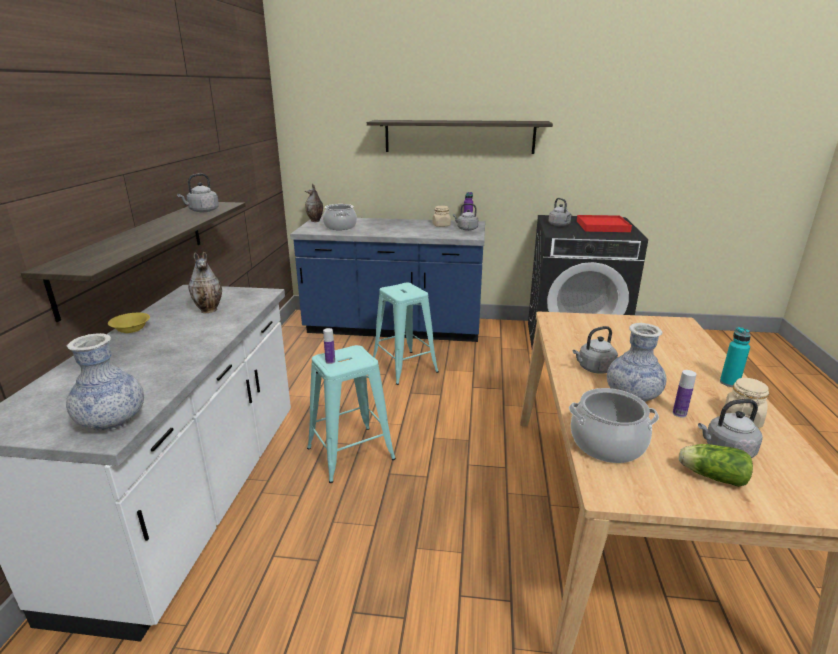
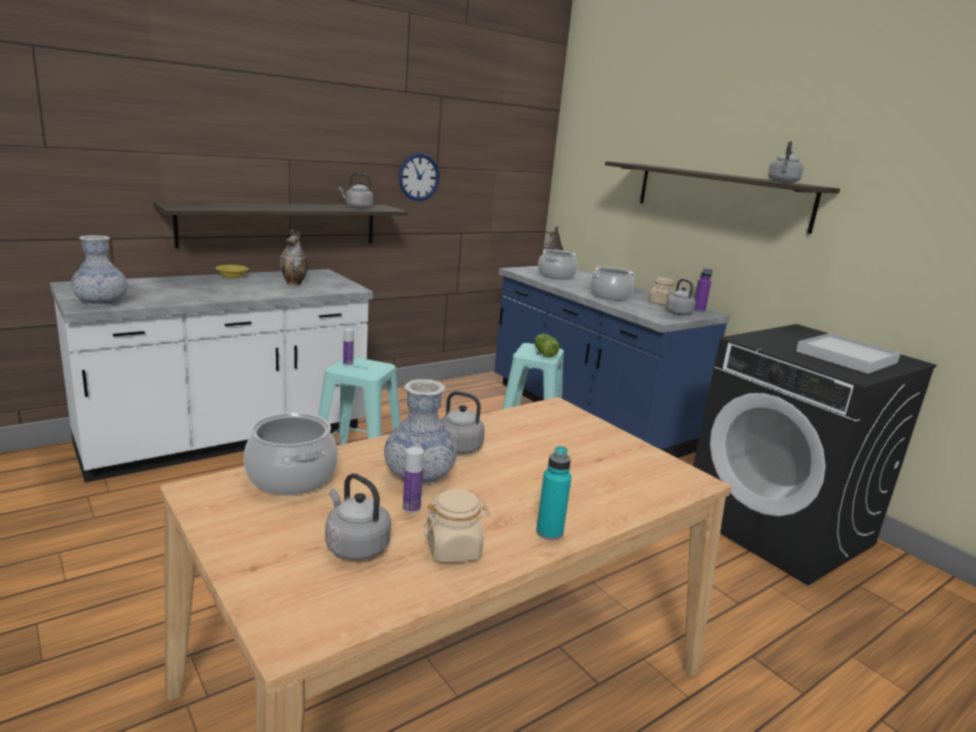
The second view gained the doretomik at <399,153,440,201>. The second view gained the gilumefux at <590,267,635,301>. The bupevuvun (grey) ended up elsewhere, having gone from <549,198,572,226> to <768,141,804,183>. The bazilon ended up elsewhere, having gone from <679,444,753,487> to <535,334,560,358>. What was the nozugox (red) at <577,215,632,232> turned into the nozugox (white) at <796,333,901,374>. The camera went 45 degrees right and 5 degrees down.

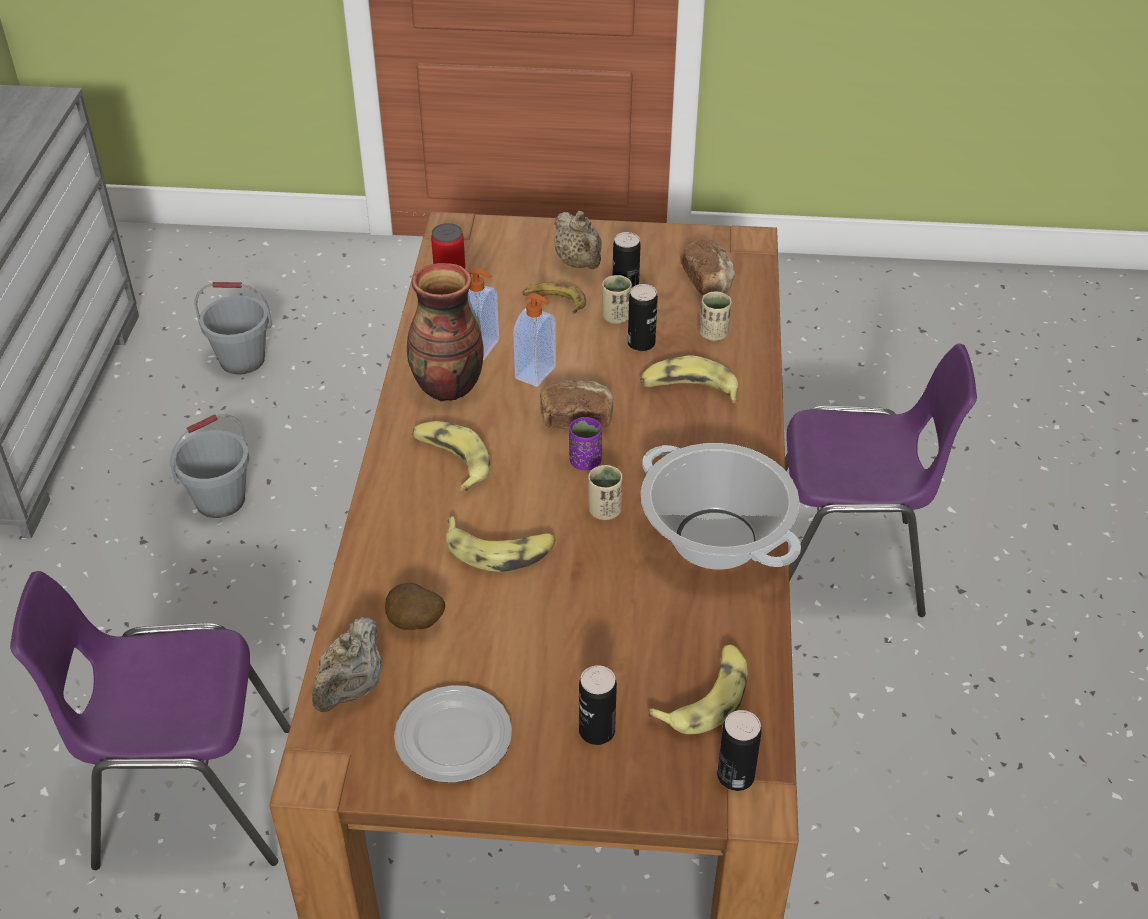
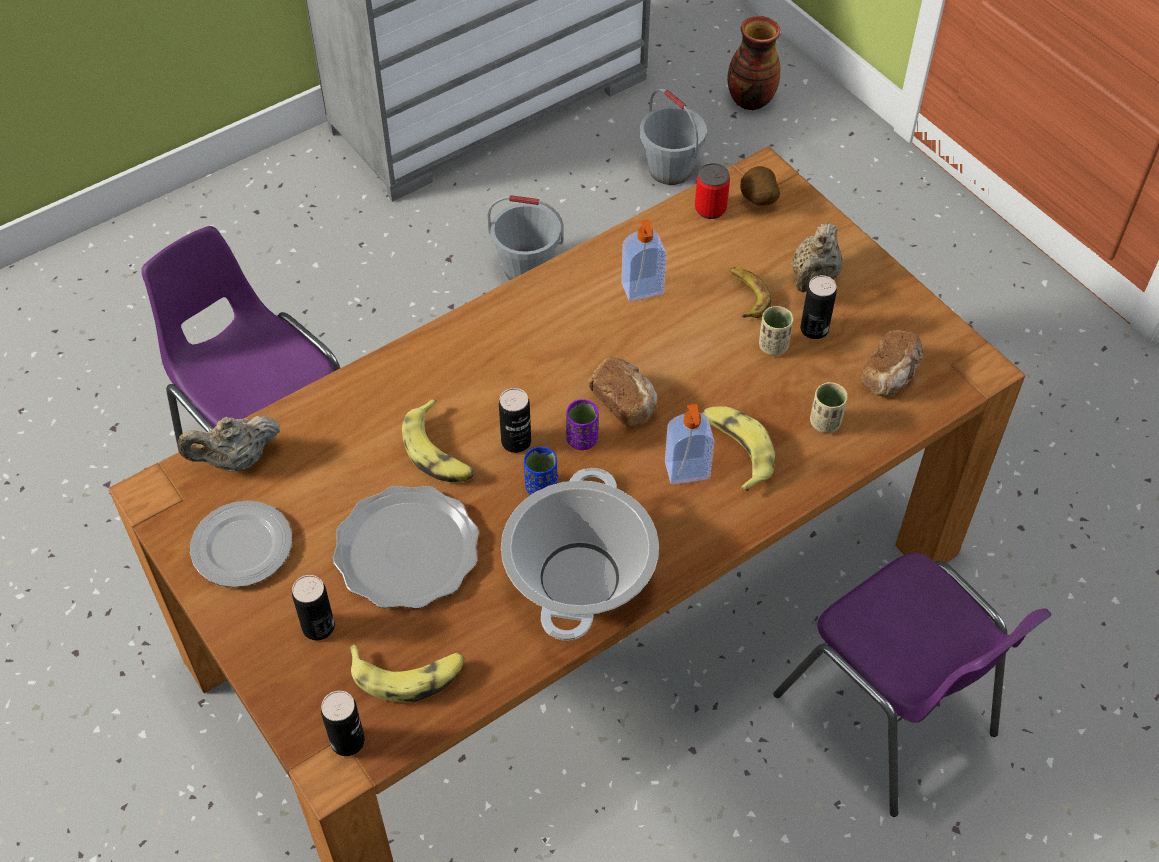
The second view lost the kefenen at <412,421,490,492>. The second view gained the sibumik at <333,486,479,609>. The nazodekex ended up elsewhere, having gone from <385,583,445,630> to <740,166,780,205>. The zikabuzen ended up elsewhere, having gone from <407,263,484,401> to <727,16,781,110>. The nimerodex ended up elsewhere, having gone from <513,293,556,387> to <665,404,715,485>. The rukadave ended up elsewhere, having gone from <628,284,658,351> to <499,388,531,453>. What was the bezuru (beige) at <588,465,622,520> turned into the bezuru (blue) at <524,447,558,495>. The camera went 50 degrees right and 10 degrees up.

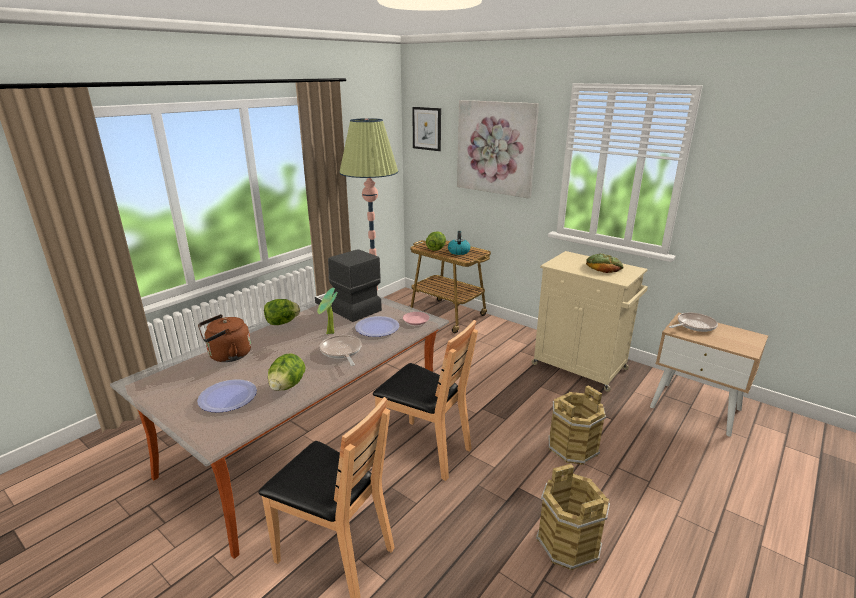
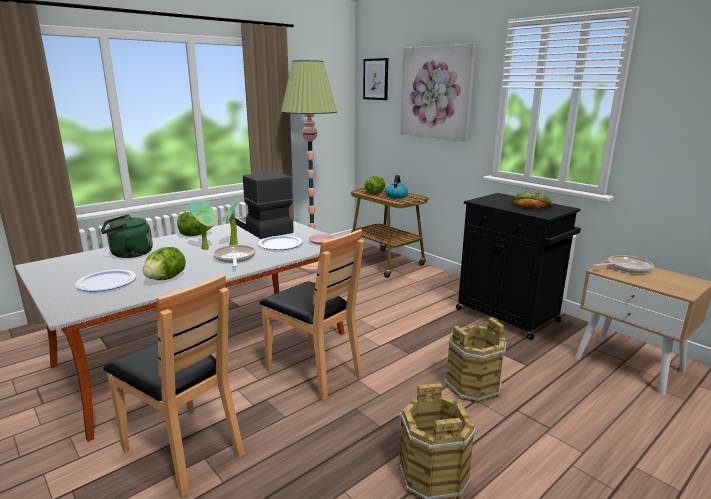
The second view gained the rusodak at <189,201,215,250>. What was the bupevuvun (brown) at <198,314,251,362> turned into the bupevuvun (green) at <101,215,153,258>. What was the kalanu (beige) at <532,251,648,392> turned into the kalanu (black) at <456,193,581,340>. The camera went 10 degrees right and 5 degrees down.

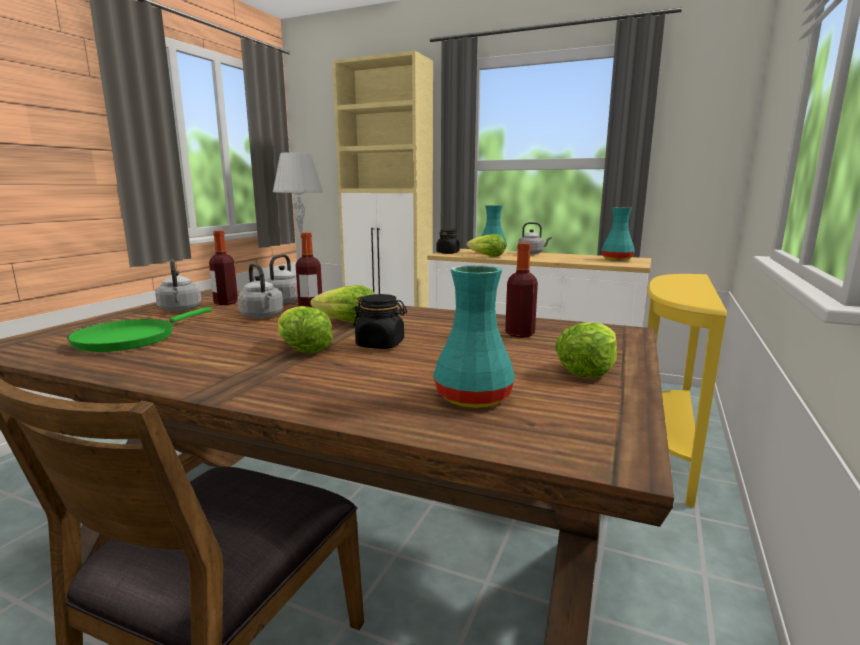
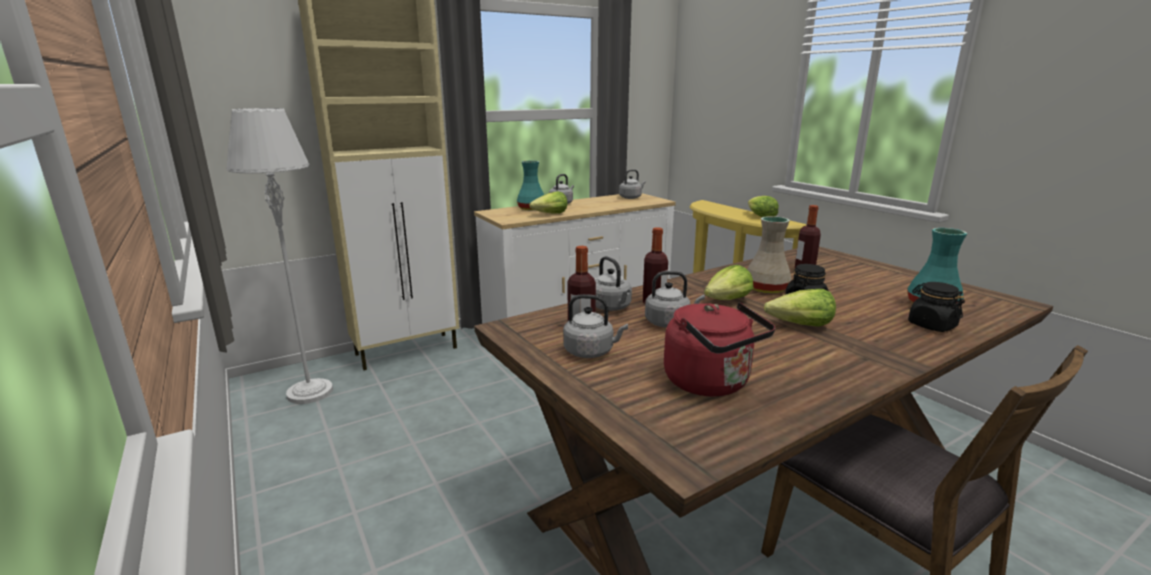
The second view gained the zikabuzen (beige) at <747,216,792,294>. The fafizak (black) ended up elsewhere, having gone from <436,229,460,254> to <908,282,965,332>. The bazilon ended up elsewhere, having gone from <555,323,617,378> to <748,196,779,217>. Where the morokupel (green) stood at <67,307,212,352>, the bupevuvun (red) came to stand at <664,302,775,396>. Where the zikabuzen (turquoise) stood at <601,207,635,261>, the bupevuvun (grey) came to stand at <619,169,646,199>. The camera went 55 degrees left and 5 degrees up.

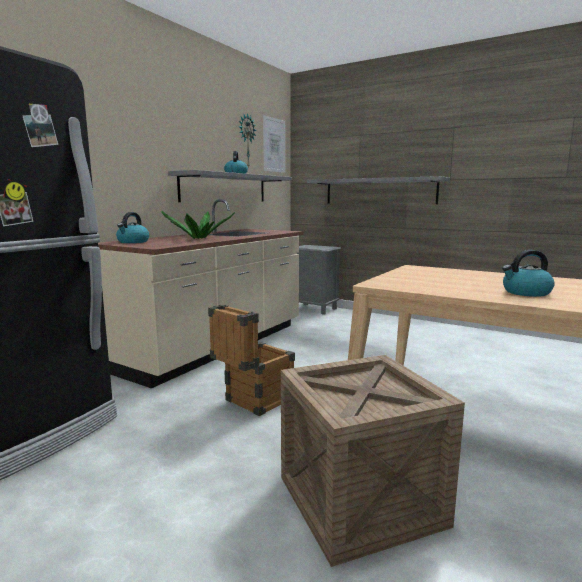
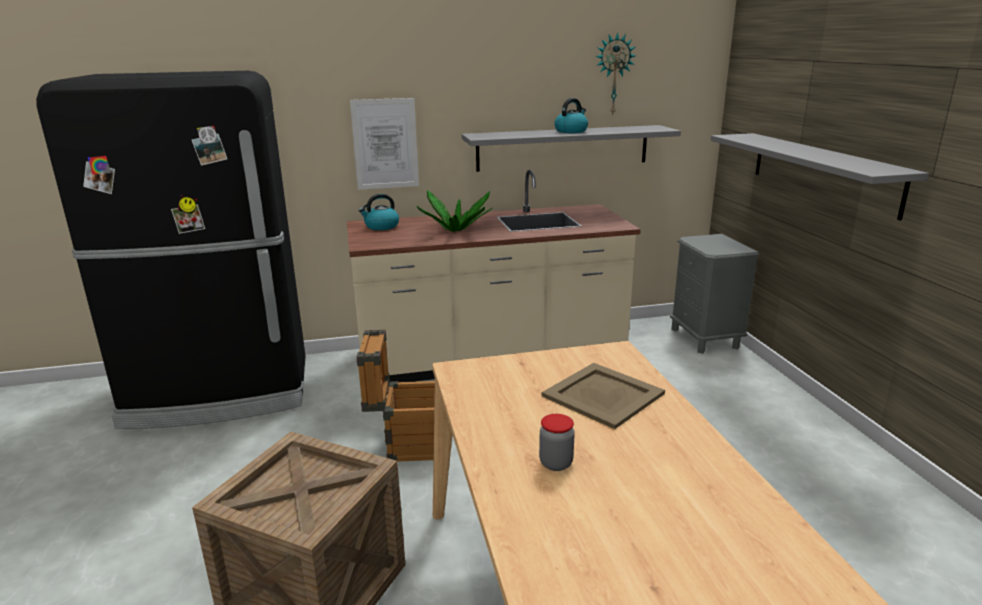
The second view gained the nozugox (beige) at <542,363,665,429>. The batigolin ended up elsewhere, having gone from <263,115,285,173> to <350,98,419,190>. Where the bupevuvun stood at <502,250,555,297>, the fafizak came to stand at <539,414,575,471>. The camera went 45 degrees right and 10 degrees up.

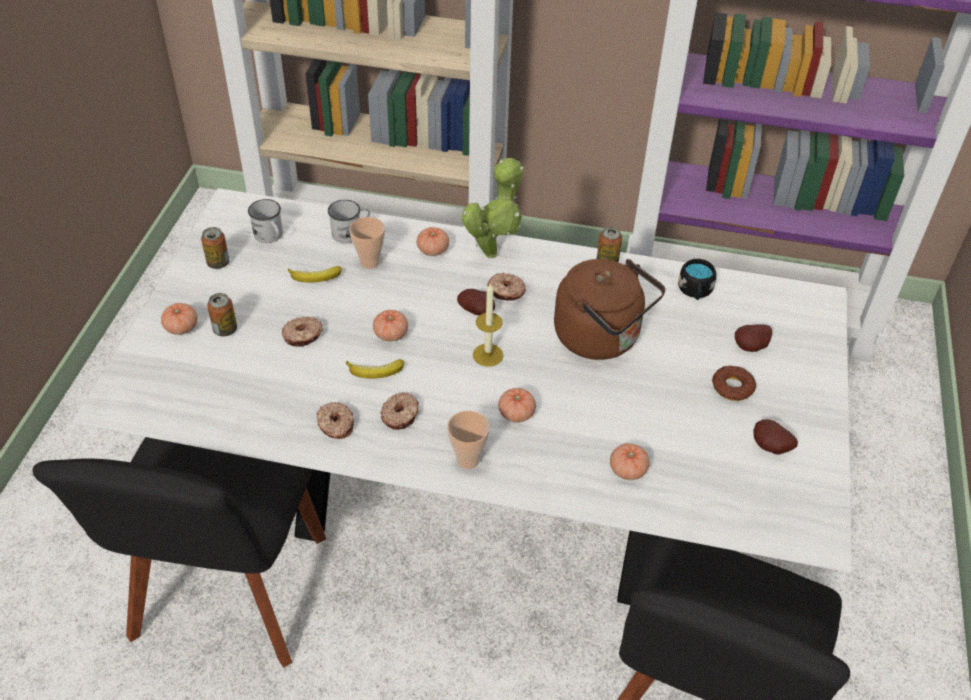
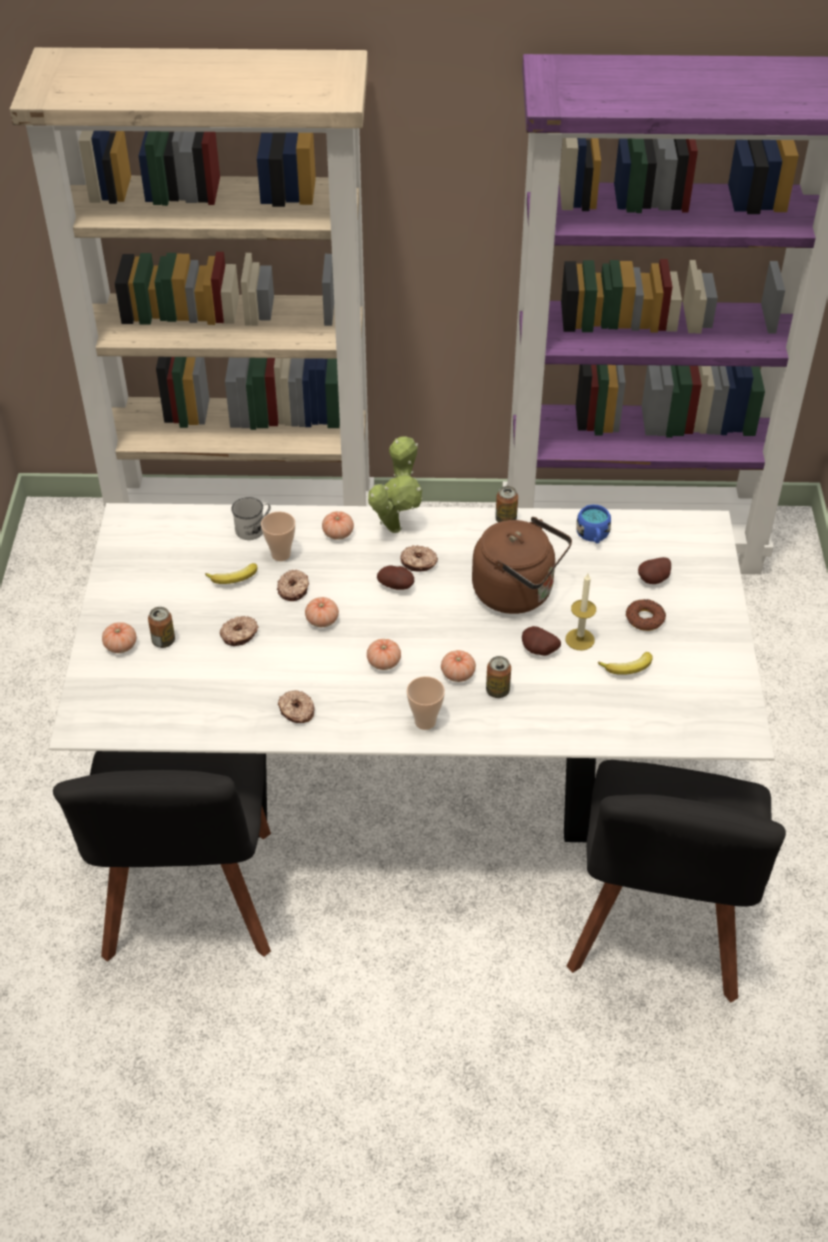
The second view lost the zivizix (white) at <248,199,283,243>. The rukadave ended up elsewhere, having gone from <201,227,230,269> to <486,656,511,698>. The kefenen ended up elsewhere, having gone from <346,359,404,379> to <598,652,653,675>. The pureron ended up elsewhere, having gone from <380,392,419,430> to <277,569,309,601>. The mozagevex ended up elsewhere, having gone from <473,282,503,367> to <566,574,596,651>. The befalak ended up elsewhere, having gone from <610,444,650,480> to <367,639,401,670>. The nazodekex ended up elsewhere, having gone from <753,419,798,455> to <522,626,561,656>. What was the zivizix (black) at <678,259,716,300> turned into the zivizix (blue) at <576,504,611,544>. The camera went 10 degrees left and 0 degrees up.

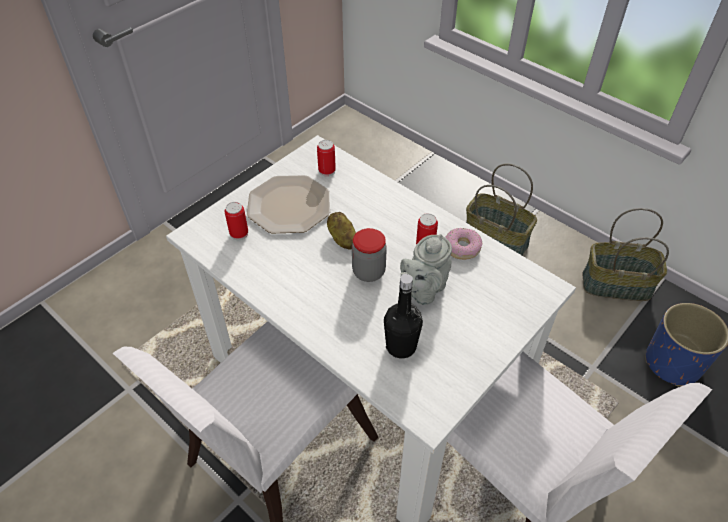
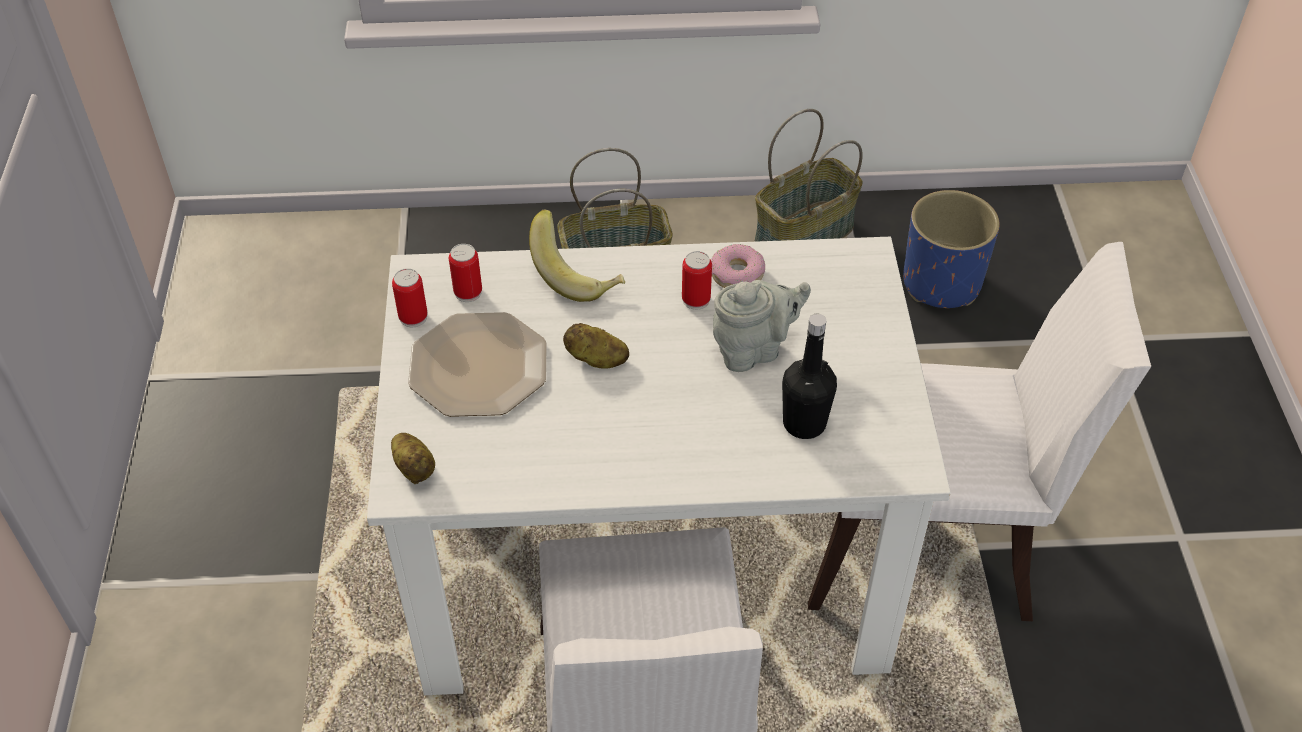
The second view lost the fafizak at <352,228,387,282>. The second view gained the nazodekex at <391,433,435,484>. The second view gained the kefenen at <529,210,625,302>. The rukadave ended up elsewhere, having gone from <225,202,248,240> to <392,268,428,327>. The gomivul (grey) at <400,234,452,305> ended up facing another way, 105 degrees counterclockwise from before. The camera went 45 degrees left and 0 degrees up.

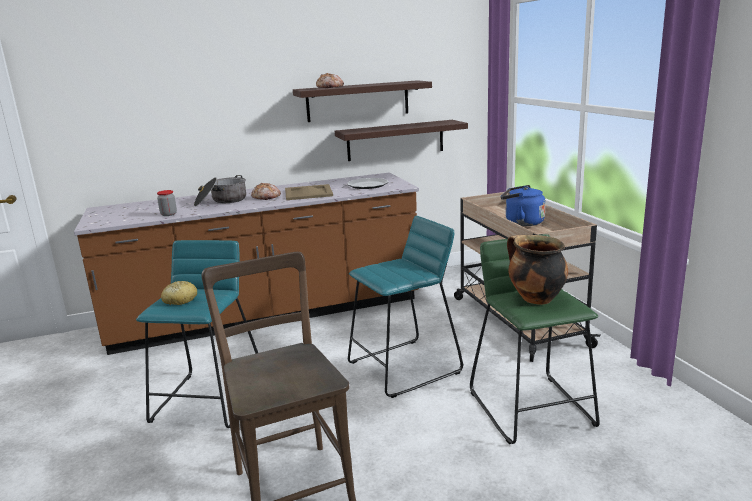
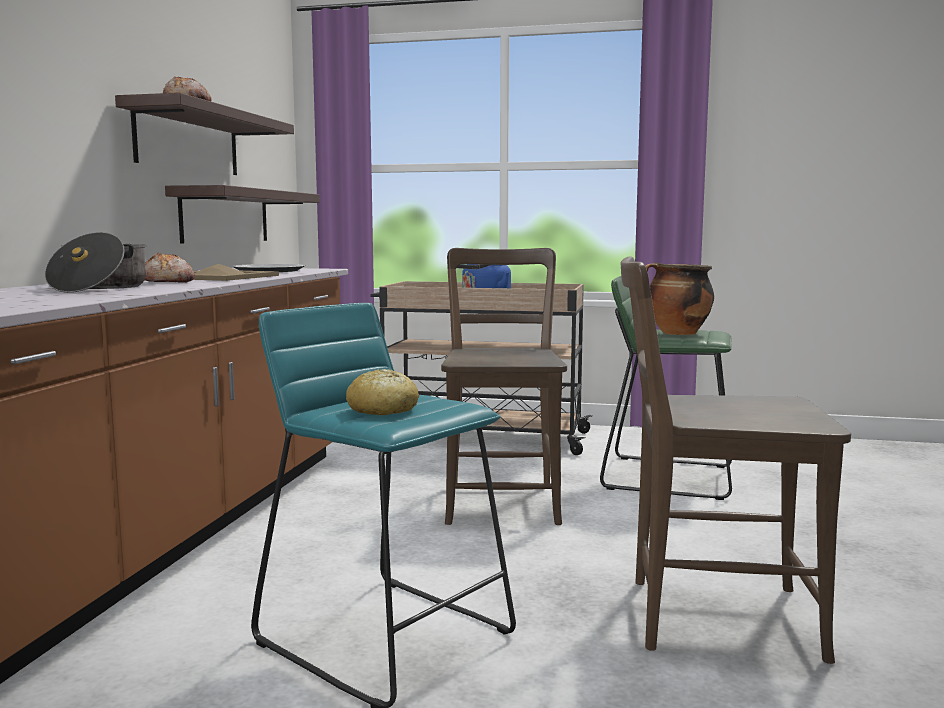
The second view lost the fafizak at <157,190,177,216>. Where the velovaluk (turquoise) stood at <348,216,463,398>, the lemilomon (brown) came to stand at <441,248,567,525>. The camera went 60 degrees left and 10 degrees down.

